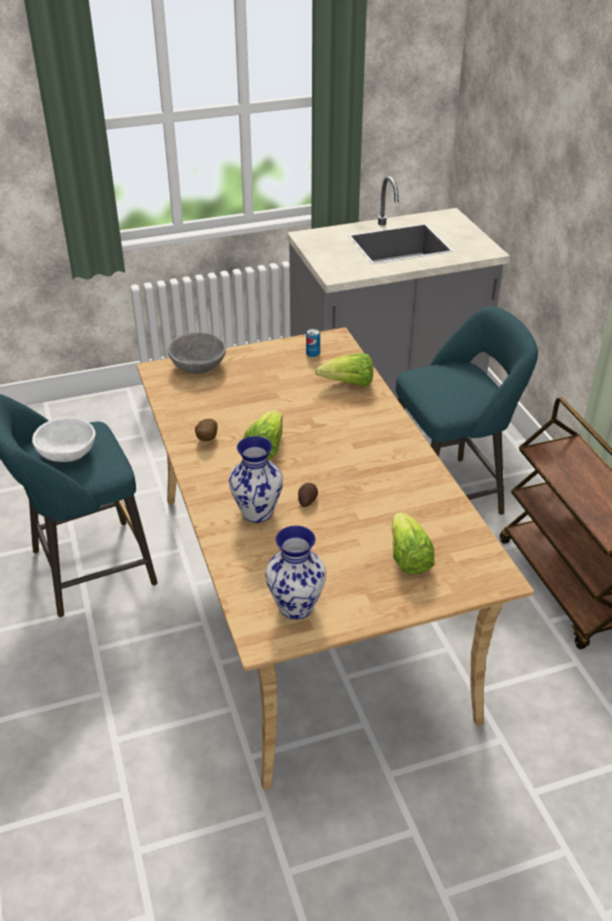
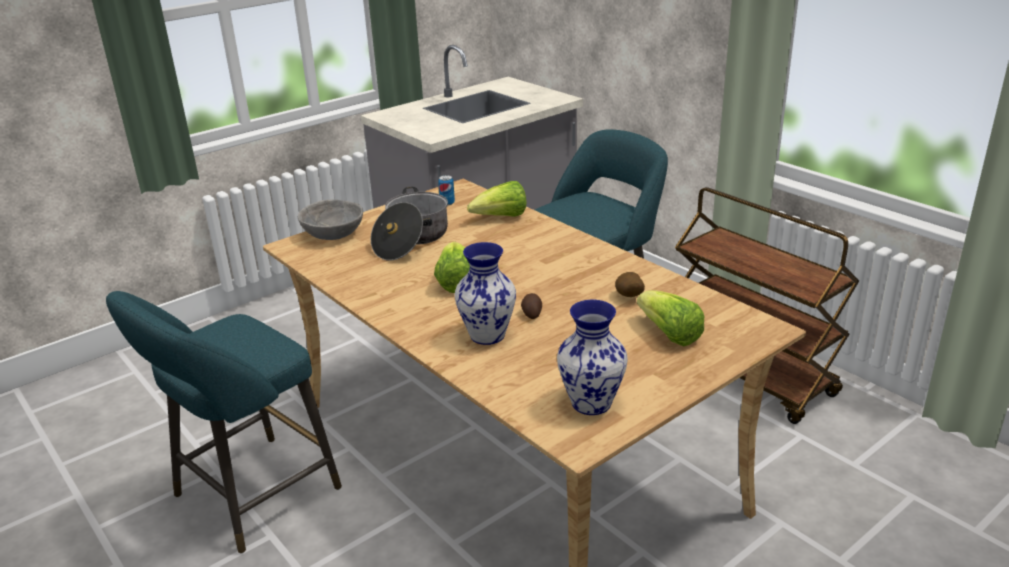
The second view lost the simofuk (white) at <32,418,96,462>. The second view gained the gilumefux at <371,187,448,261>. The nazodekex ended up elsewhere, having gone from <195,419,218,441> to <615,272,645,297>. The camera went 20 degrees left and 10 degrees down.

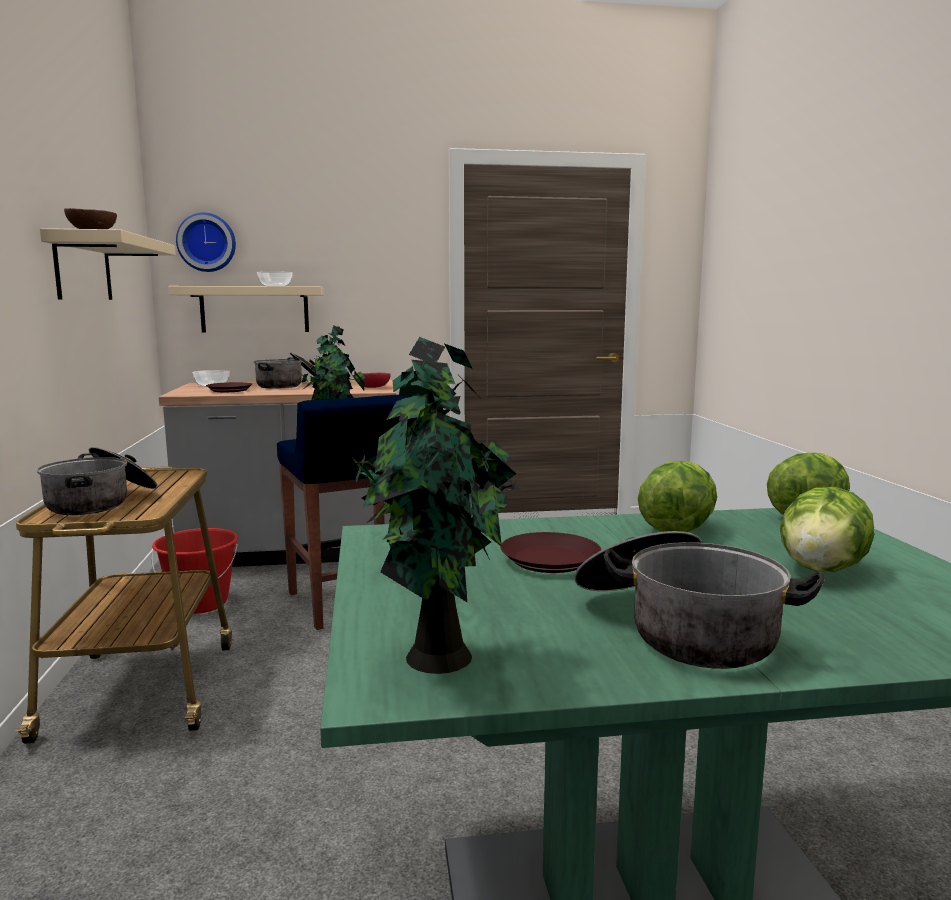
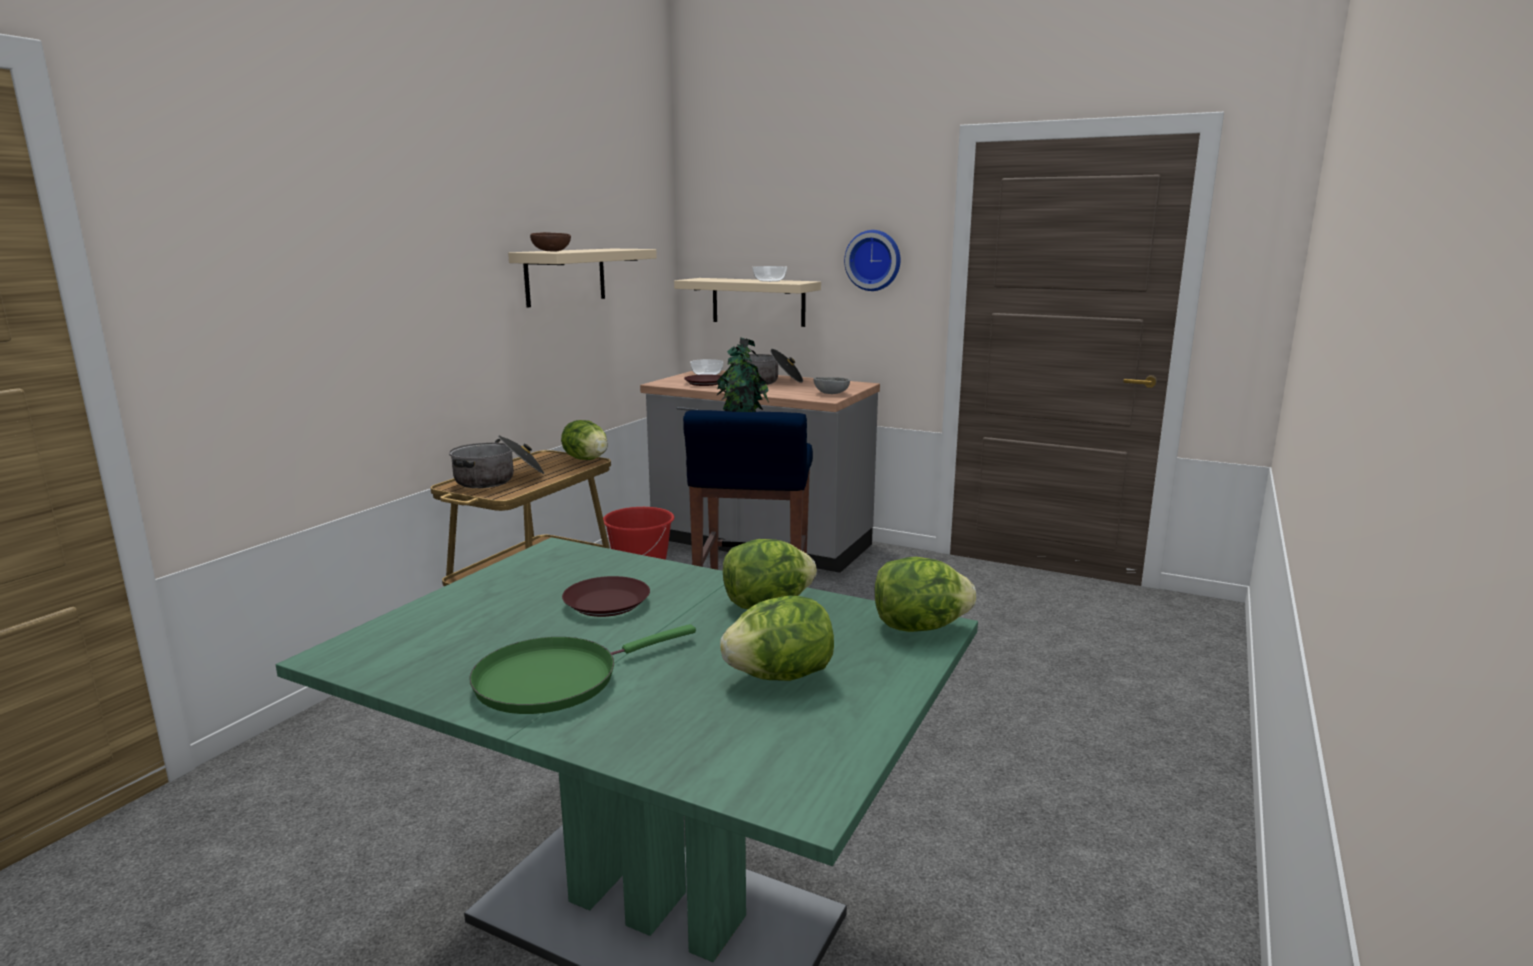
The second view lost the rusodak at <351,337,522,674>. The second view gained the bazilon at <561,420,608,460>. The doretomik ended up elsewhere, having gone from <176,213,236,272> to <844,230,901,291>. Where the gilumefux stood at <574,531,825,669>, the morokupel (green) came to stand at <469,624,696,714>. What was the simofuk (red) at <362,373,391,388> turned into the simofuk (grey) at <813,377,850,394>. The camera went 35 degrees right and 5 degrees up.

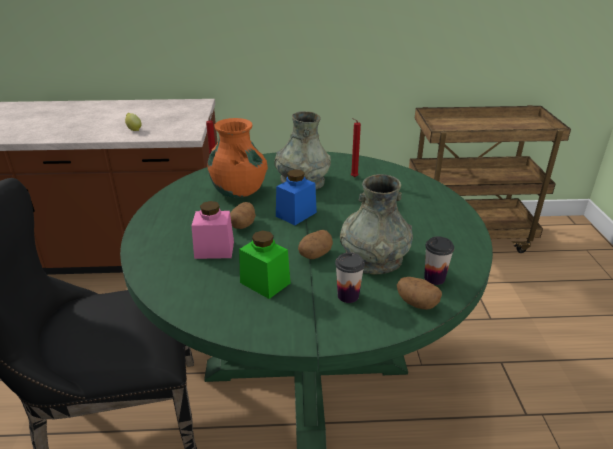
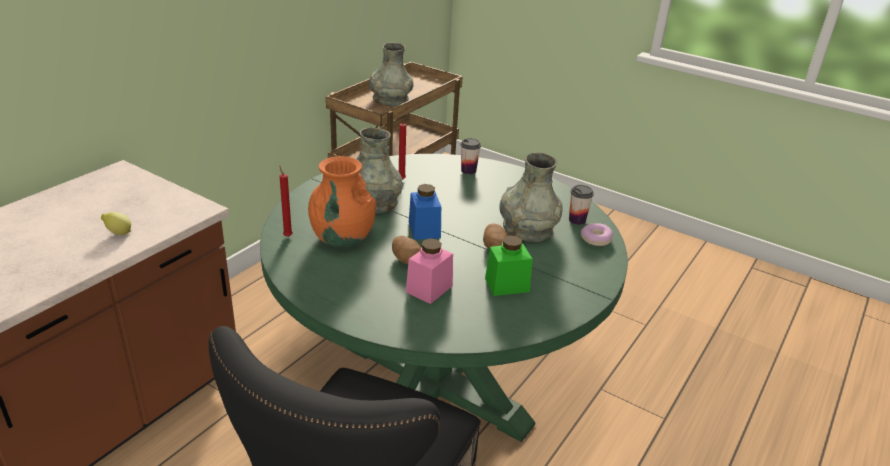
The second view gained the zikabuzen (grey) at <369,43,414,106>. The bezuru ended up elsewhere, having gone from <335,252,365,303> to <460,138,481,174>. Where the nazodekex stood at <397,277,442,310>, the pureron came to stand at <581,223,613,246>. The camera went 55 degrees left and 0 degrees up.

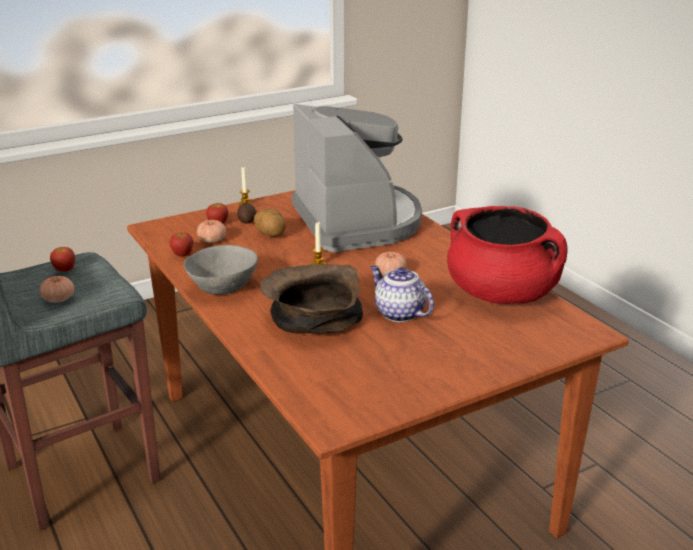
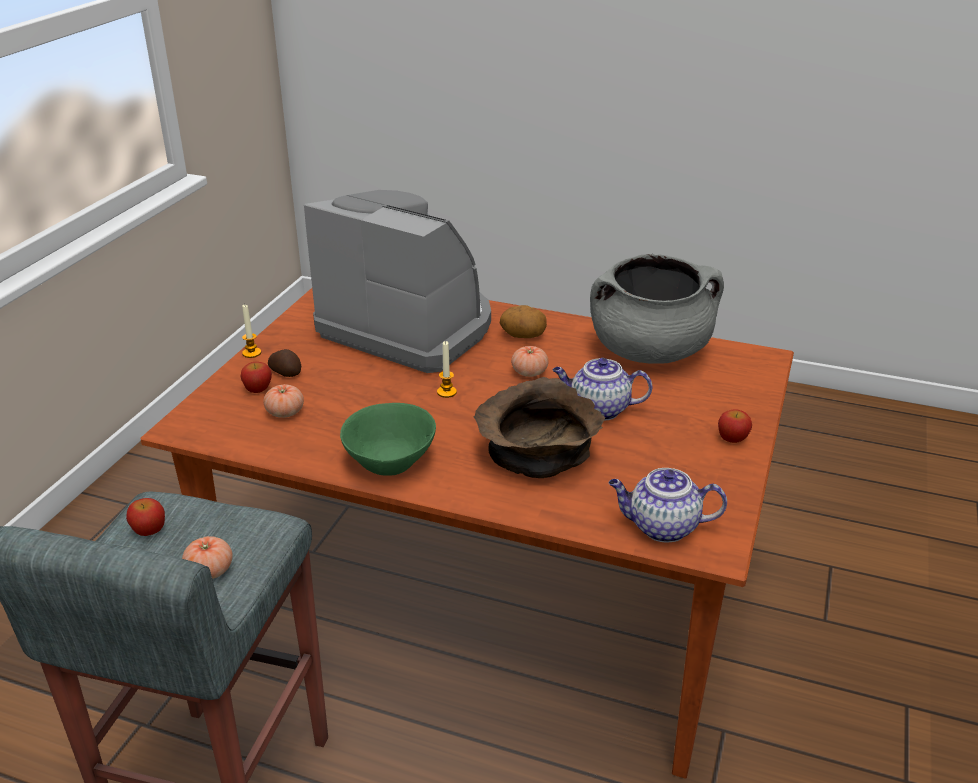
The second view gained the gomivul at <608,468,727,542>. The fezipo ended up elsewhere, having gone from <169,233,193,256> to <718,409,752,443>. The nazodekex ended up elsewhere, having gone from <254,209,286,237> to <500,305,547,338>. What was the simofuk (grey) at <184,245,258,295> turned into the simofuk (green) at <340,403,436,476>. What was the gilumefux (red) at <447,206,568,304> turned into the gilumefux (grey) at <590,254,724,364>. The camera went 40 degrees left and 5 degrees up.

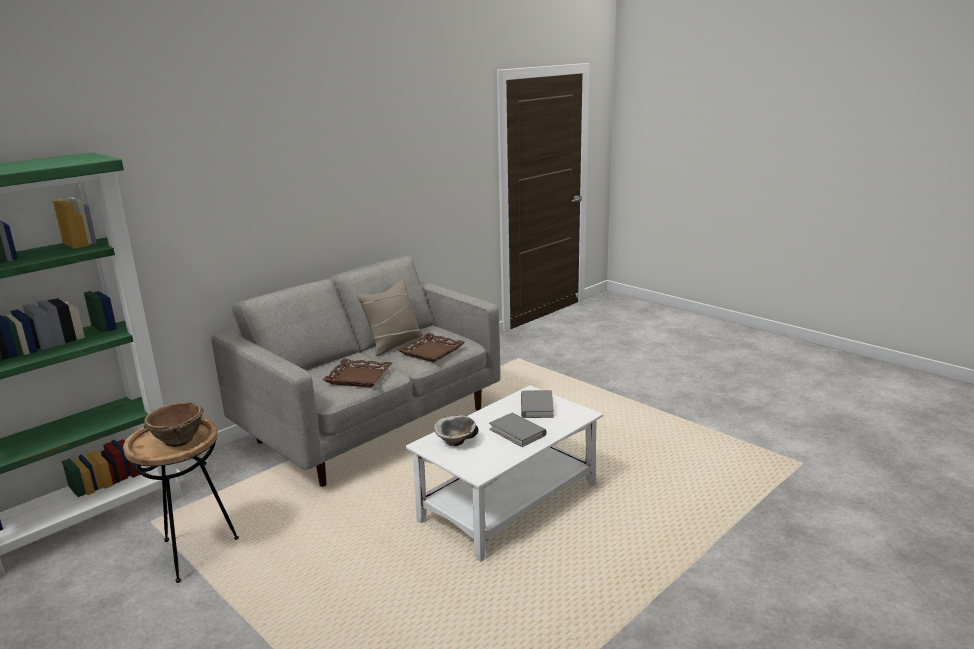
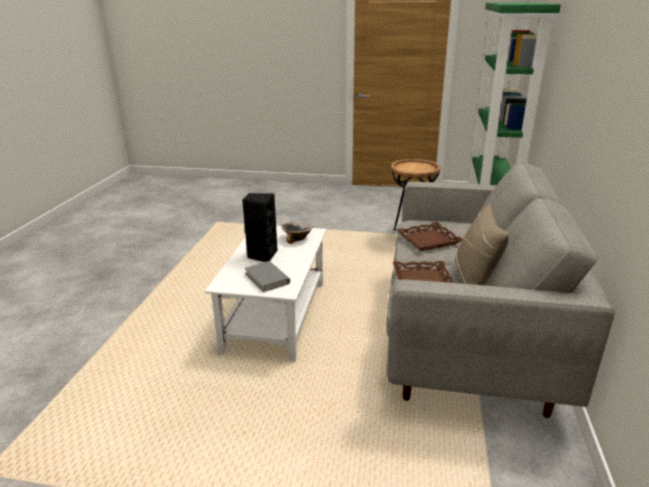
The second view lost the simofuk (brown) at <143,402,204,447>. Where the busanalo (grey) stood at <489,413,547,447>, the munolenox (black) came to stand at <242,193,278,262>. The camera went 145 degrees right and 5 degrees up.

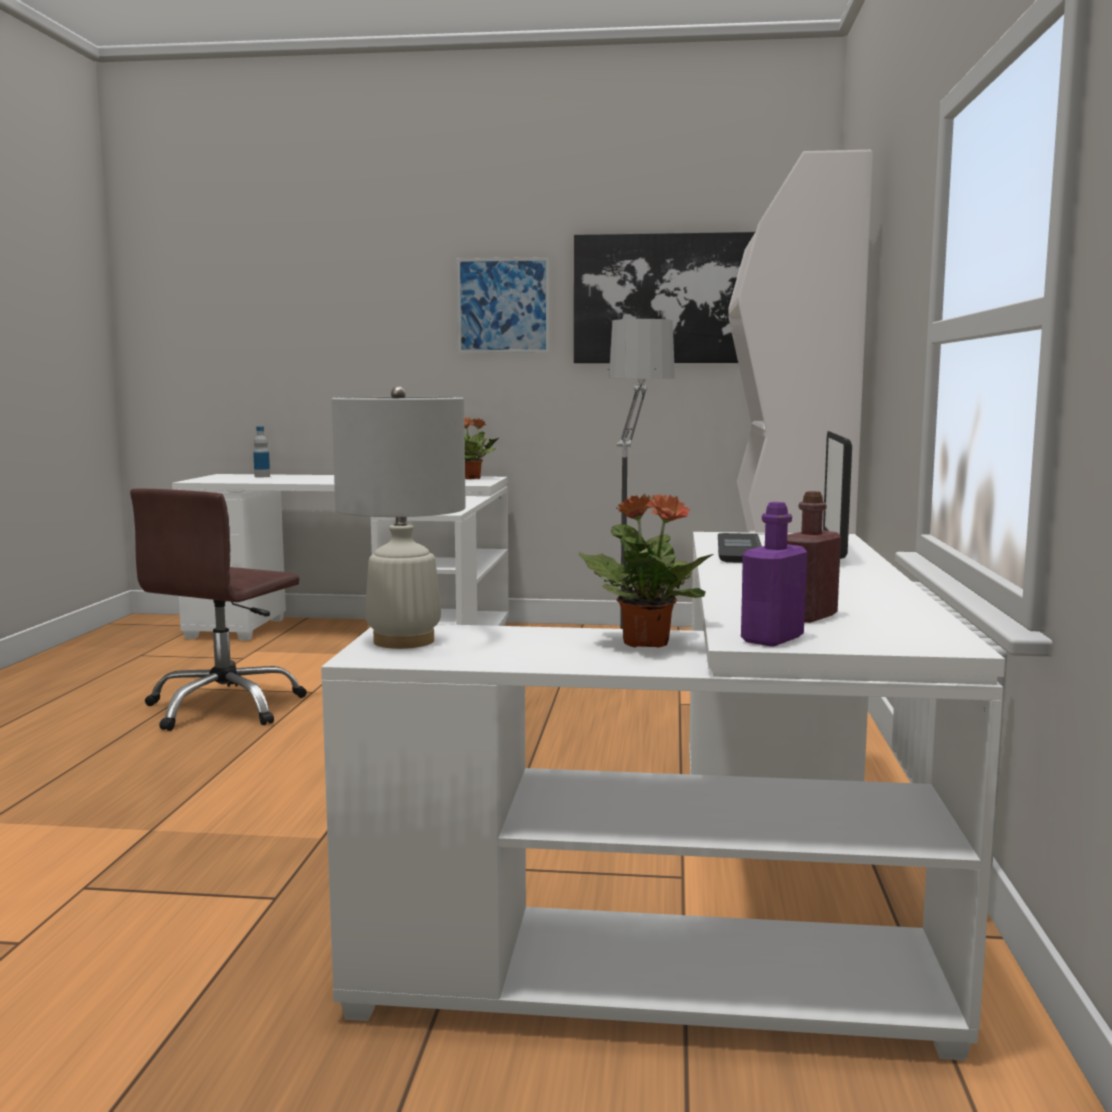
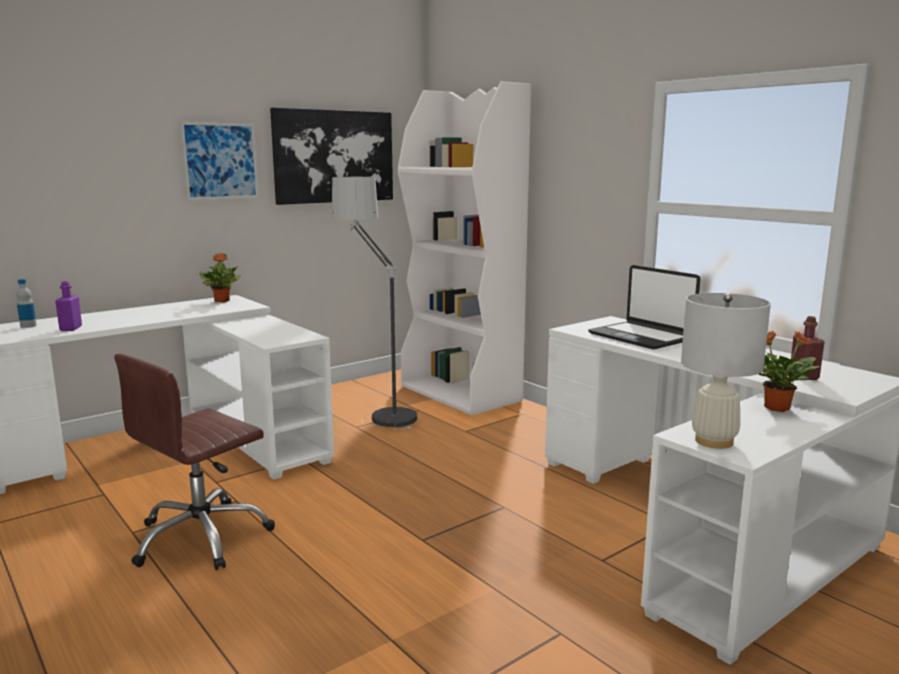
The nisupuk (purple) ended up elsewhere, having gone from <741,502,807,647> to <55,281,82,331>. The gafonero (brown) at <130,489,307,731> ended up facing another way, 60 degrees clockwise from before. The camera went 45 degrees left and 5 degrees up.

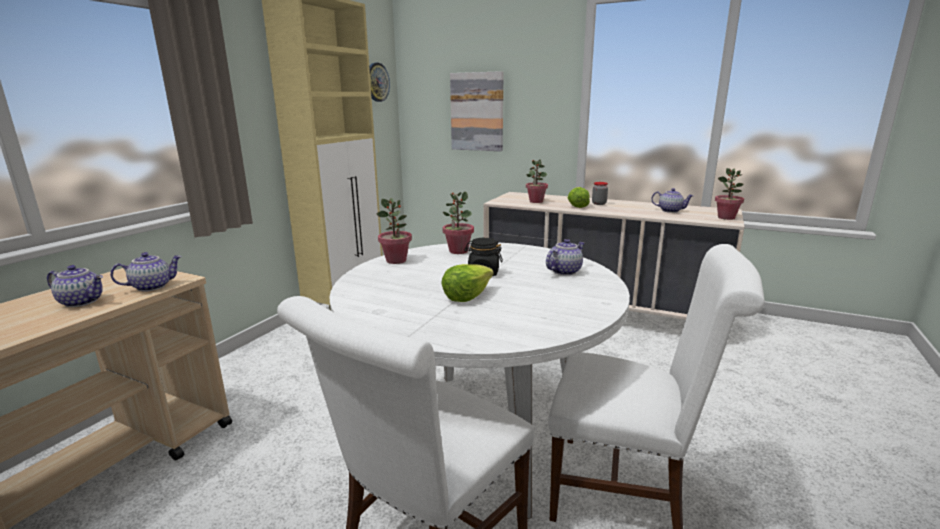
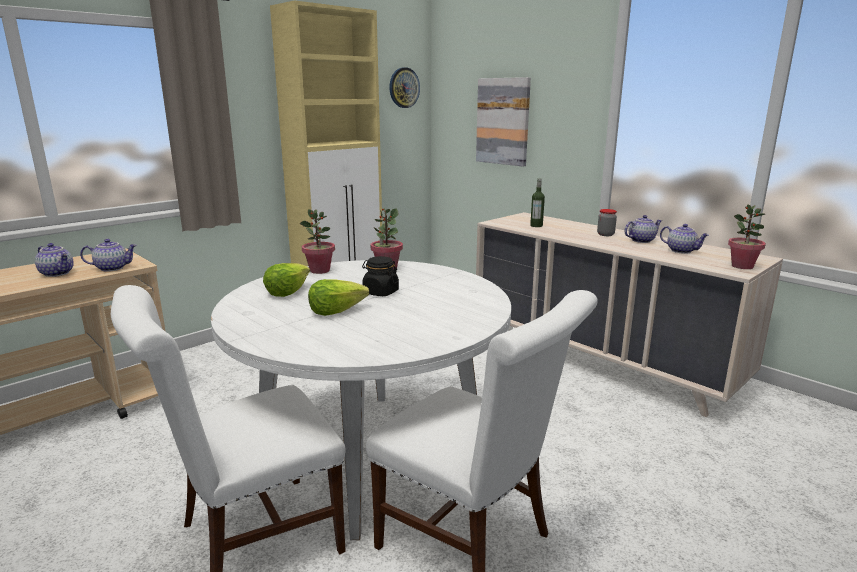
The gomivul ended up elsewhere, having gone from <546,239,584,275> to <624,215,662,243>. The bazilon ended up elsewhere, having gone from <568,187,590,208> to <263,263,310,297>. Where the rusodak stood at <526,159,548,203>, the nisupuk came to stand at <530,178,545,227>. The camera went 20 degrees right and 0 degrees up.

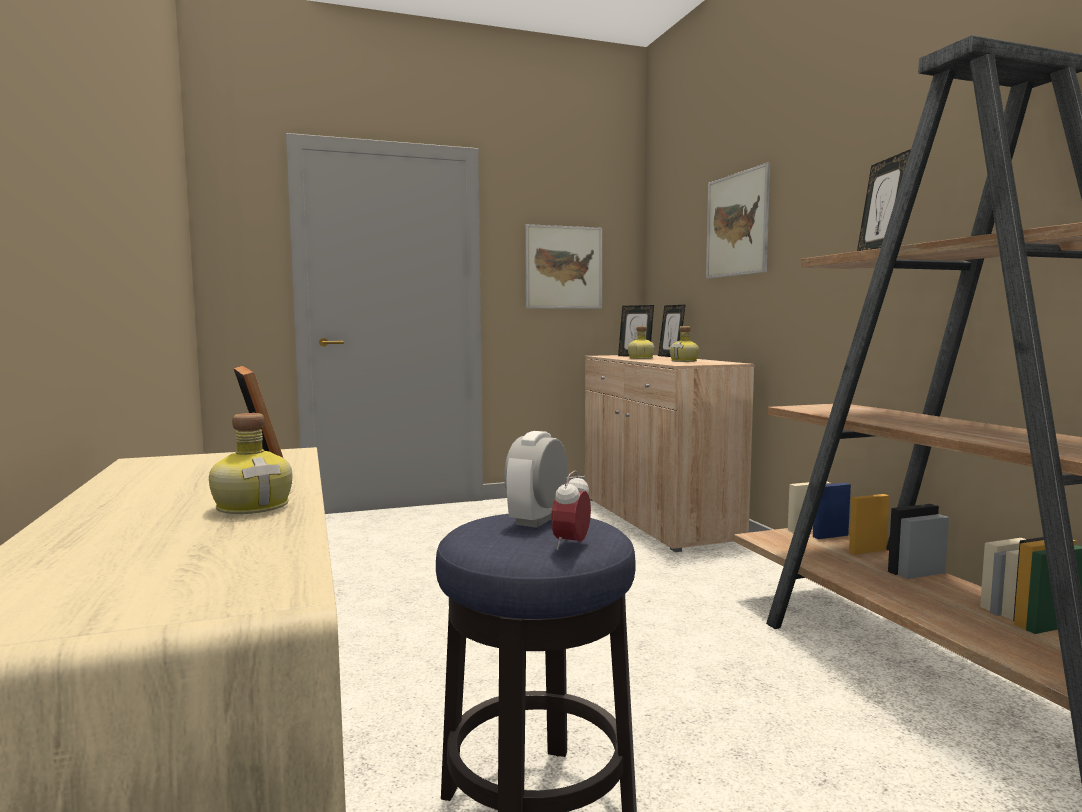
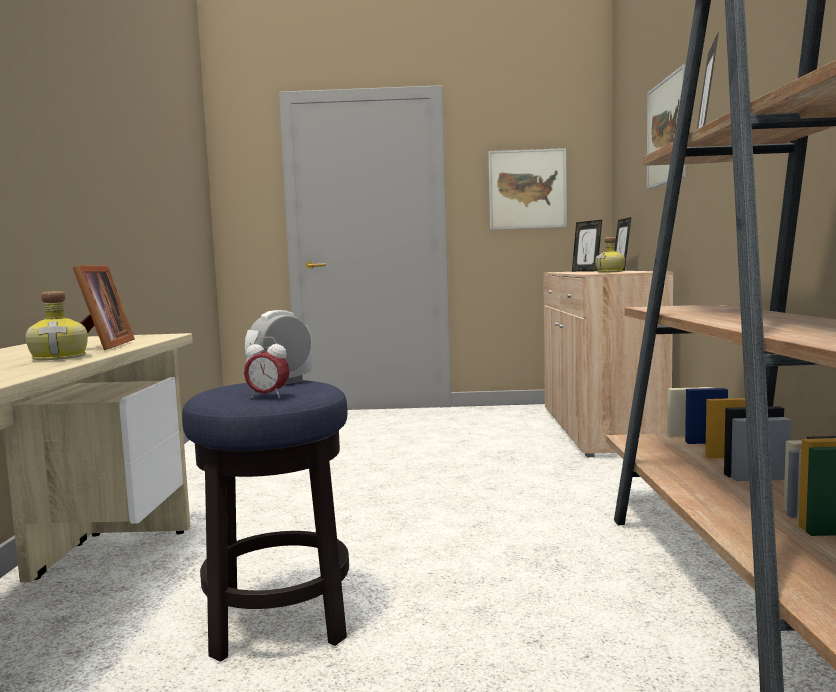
The second view lost the nisupuk at <628,326,655,359>. The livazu at <551,471,591,550> ended up facing another way, 120 degrees counterclockwise from before. The camera went 20 degrees right and 0 degrees up.

